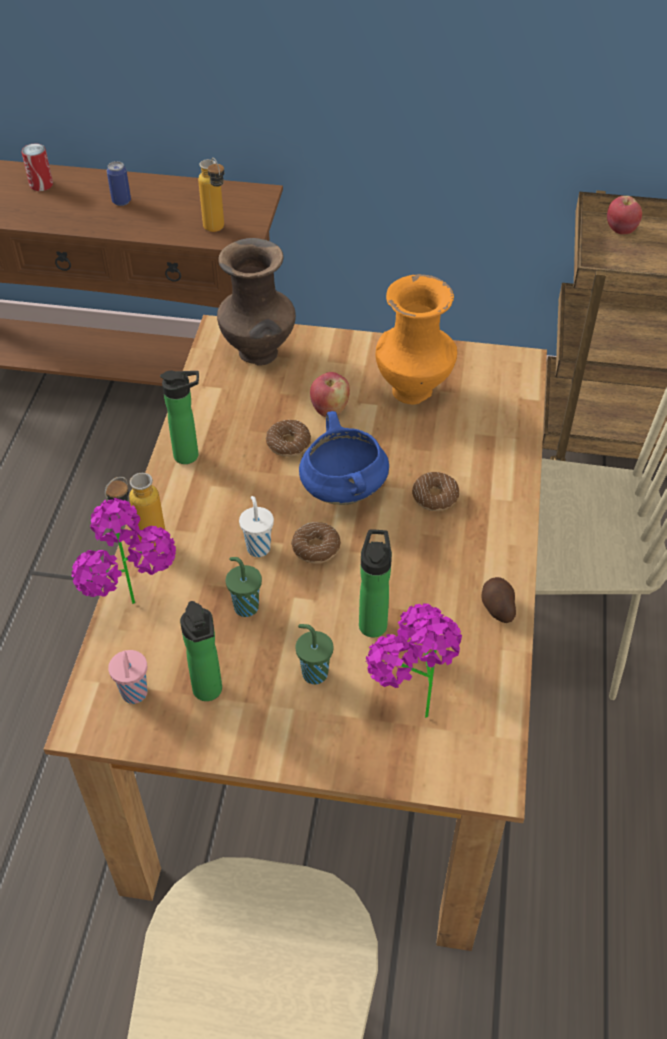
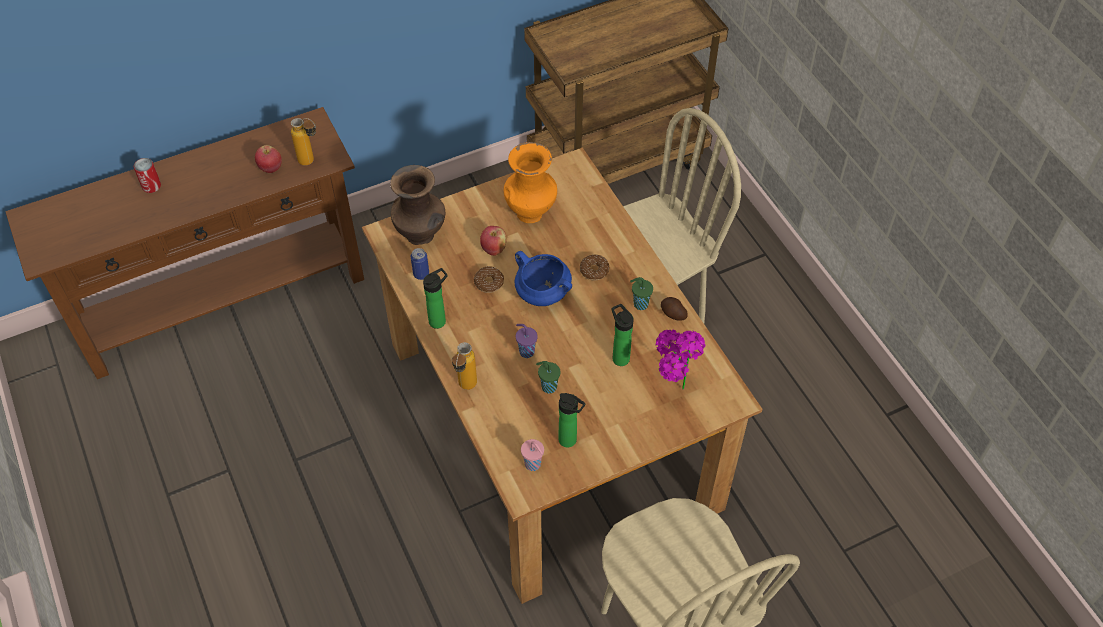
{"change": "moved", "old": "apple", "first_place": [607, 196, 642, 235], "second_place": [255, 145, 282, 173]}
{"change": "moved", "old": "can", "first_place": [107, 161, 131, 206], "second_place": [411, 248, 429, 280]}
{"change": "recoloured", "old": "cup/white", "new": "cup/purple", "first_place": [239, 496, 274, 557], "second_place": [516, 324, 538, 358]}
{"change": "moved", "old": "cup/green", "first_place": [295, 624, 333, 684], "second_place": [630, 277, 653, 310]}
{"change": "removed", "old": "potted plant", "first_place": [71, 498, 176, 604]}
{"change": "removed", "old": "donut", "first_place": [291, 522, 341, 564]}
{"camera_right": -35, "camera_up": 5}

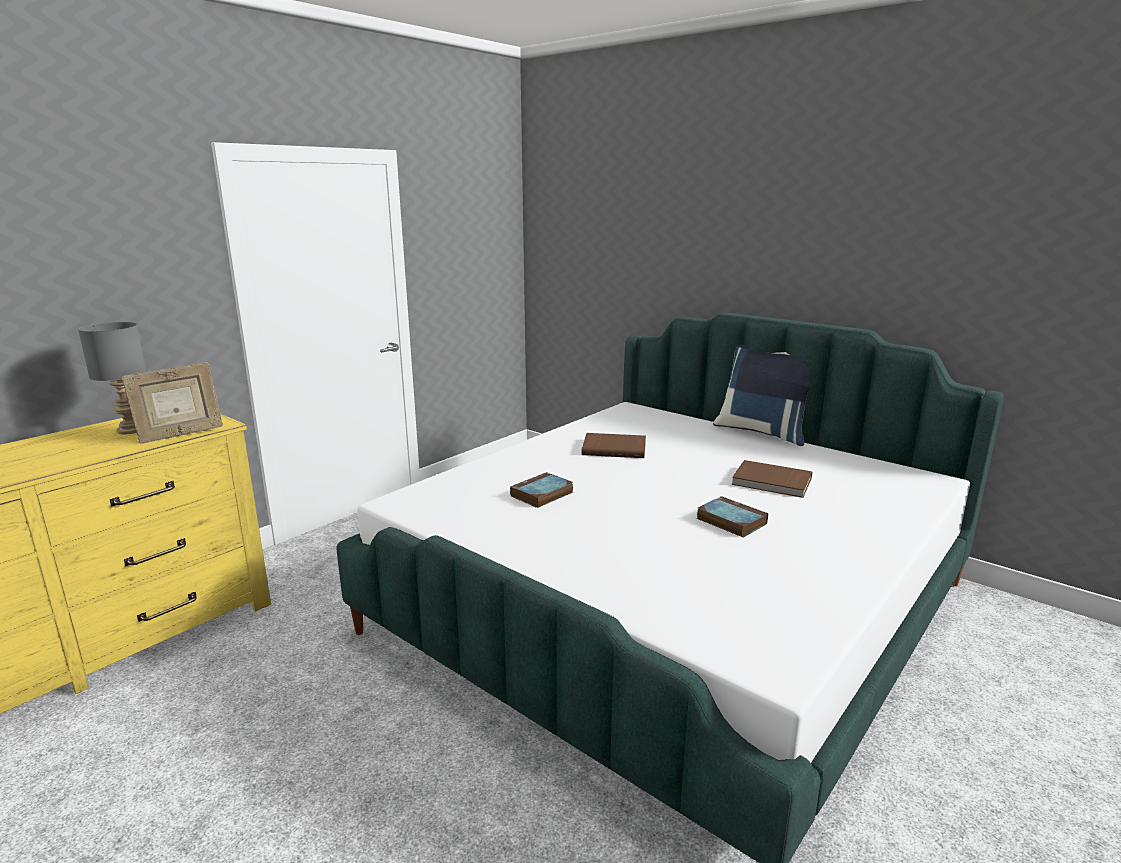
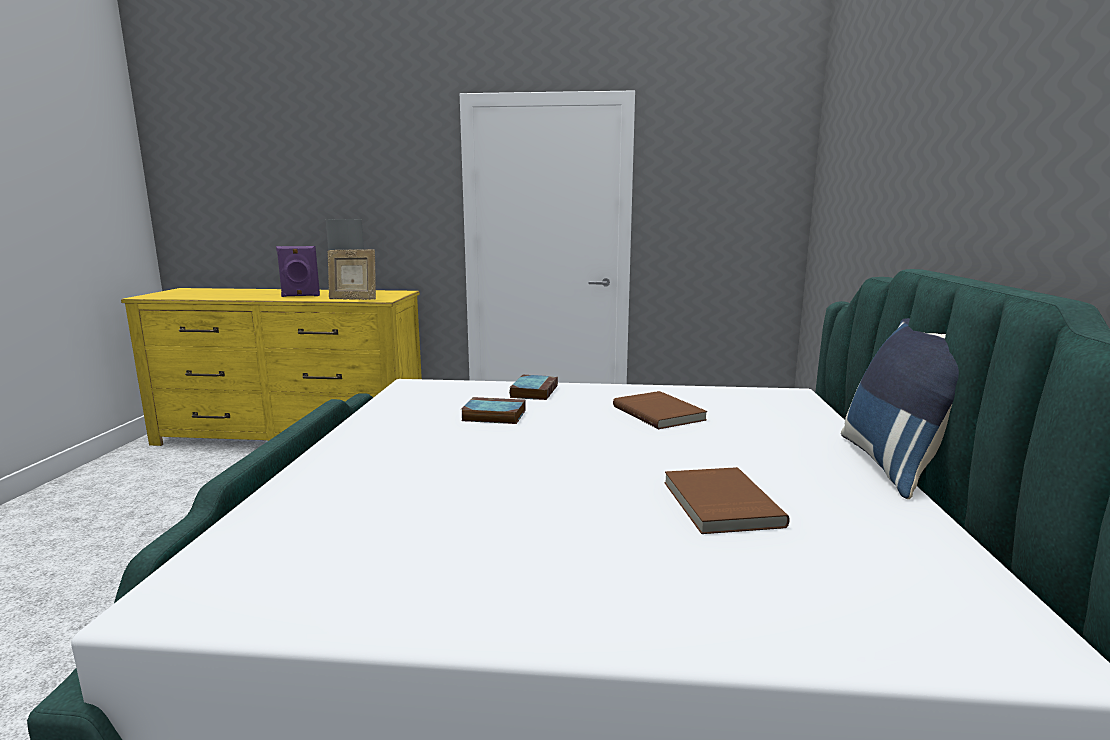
{"change": "added", "new": "speaker/purple", "second_place": [276, 246, 320, 297]}
{"change": "moved", "old": "book", "first_place": [696, 496, 768, 538], "second_place": [509, 375, 558, 400]}
{"camera_right": 55, "camera_up": -5}

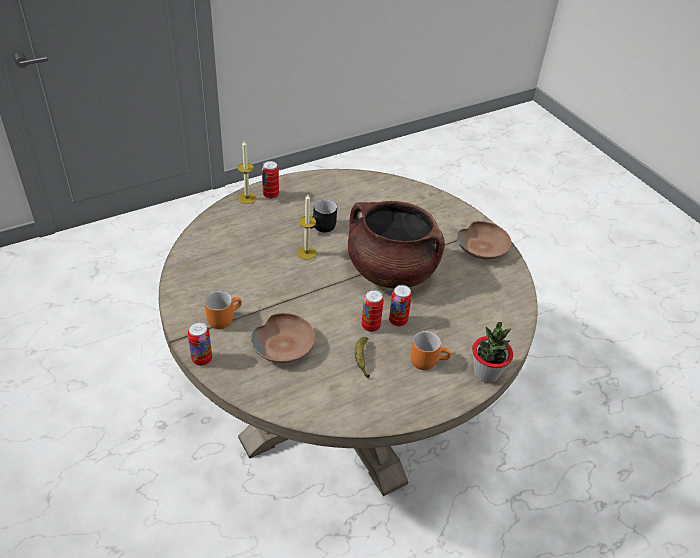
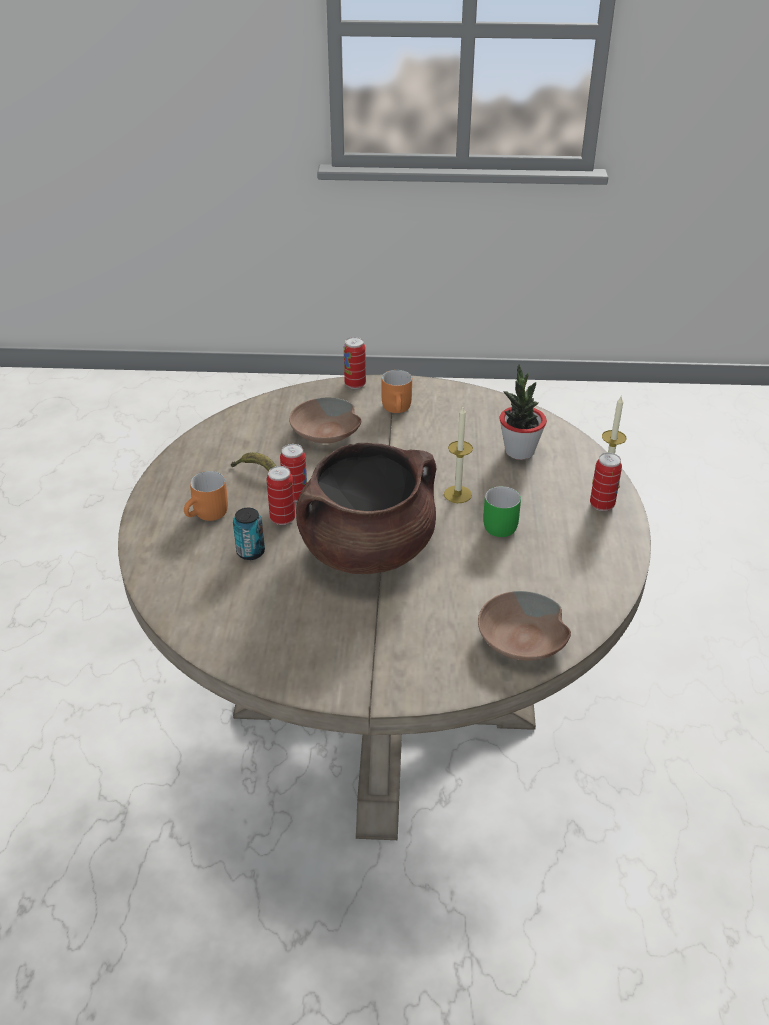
{"change": "added", "new": "can", "second_place": [233, 508, 265, 560]}
{"change": "moved", "old": "bowl/brown", "first_place": [457, 221, 511, 259], "second_place": [478, 591, 571, 661]}
{"change": "recoloured", "old": "mug/black", "new": "mug/green", "first_place": [310, 199, 337, 233], "second_place": [483, 486, 521, 537]}
{"change": "moved", "old": "potted plant", "first_place": [472, 322, 513, 383], "second_place": [499, 364, 547, 460]}
{"camera_right": 125, "camera_up": -5}

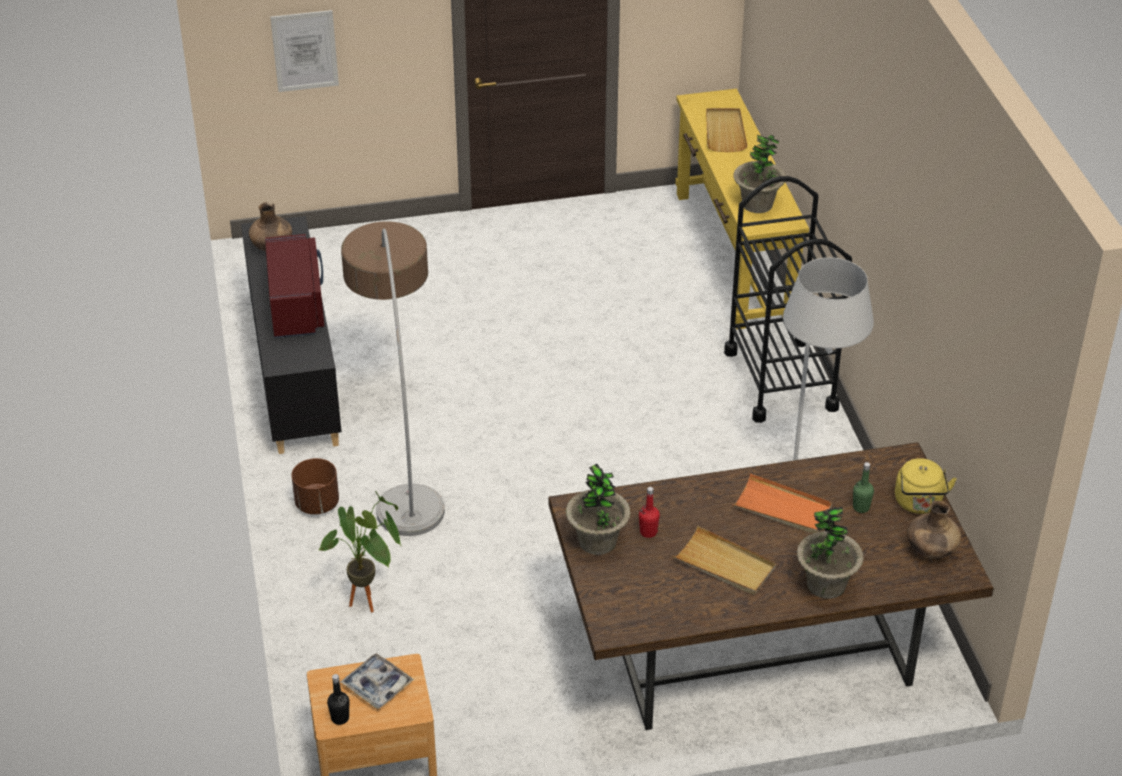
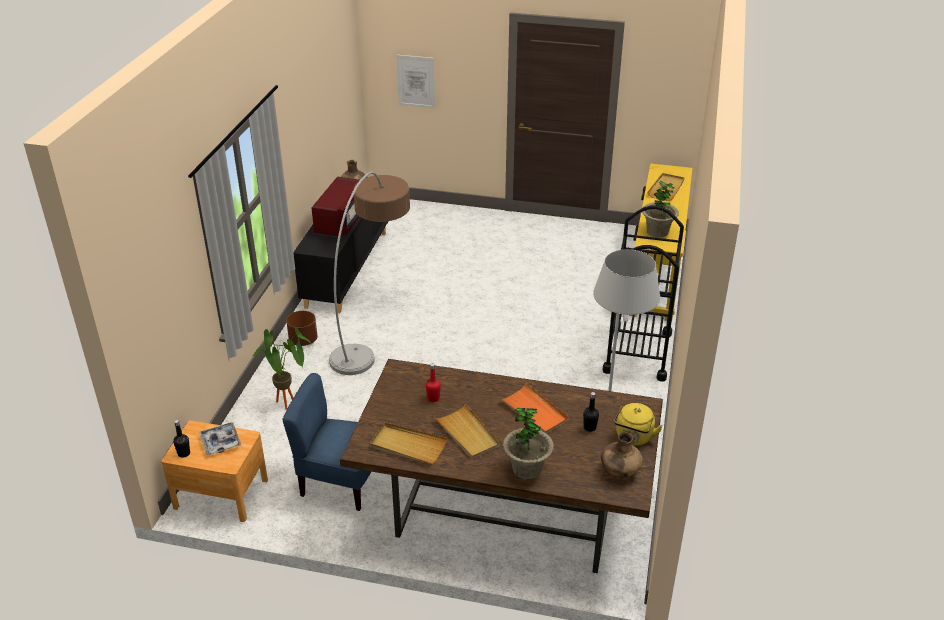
{"change": "added", "new": "chair/blue", "second_place": [282, 373, 371, 511]}
{"change": "added", "new": "tray/beige", "second_place": [370, 423, 447, 464]}
{"change": "recoloured", "old": "bottle/green", "new": "bottle/black", "first_place": [853, 462, 874, 513], "second_place": [583, 392, 599, 432]}
{"change": "removed", "old": "potted plant", "first_place": [566, 464, 631, 555]}
{"camera_right": 25, "camera_up": -5}

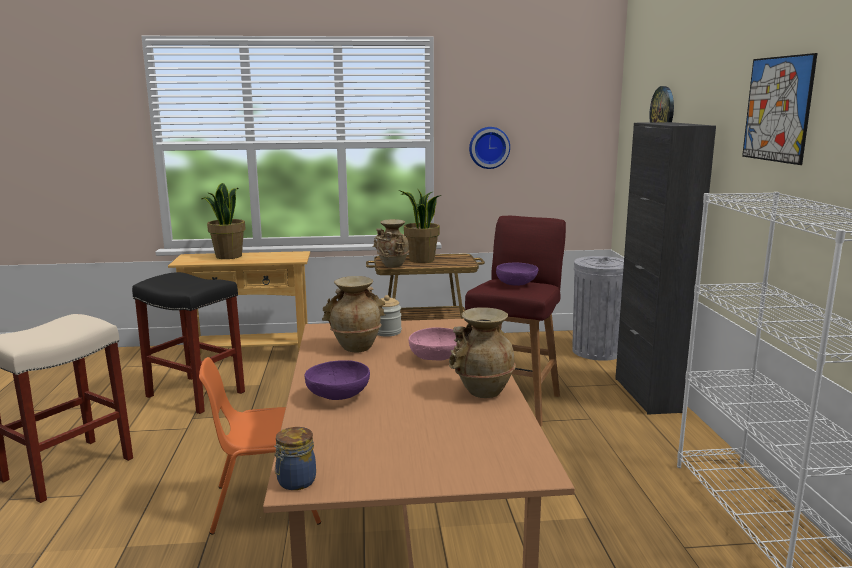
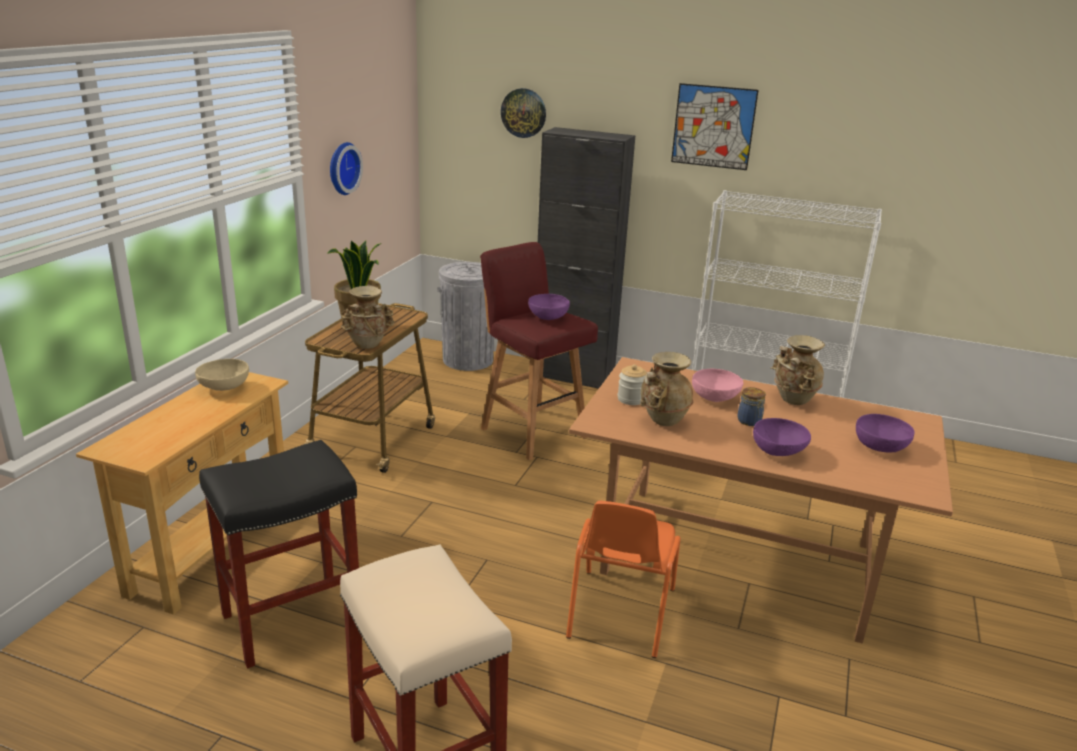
{"change": "added", "new": "bowl/beige", "second_place": [195, 359, 249, 391]}
{"change": "moved", "old": "jar", "first_place": [274, 427, 316, 490], "second_place": [737, 387, 766, 426]}
{"change": "added", "new": "bowl/purple", "second_place": [856, 414, 915, 453]}
{"change": "removed", "old": "potted plant", "first_place": [201, 183, 245, 259]}
{"camera_right": -65, "camera_up": 10}

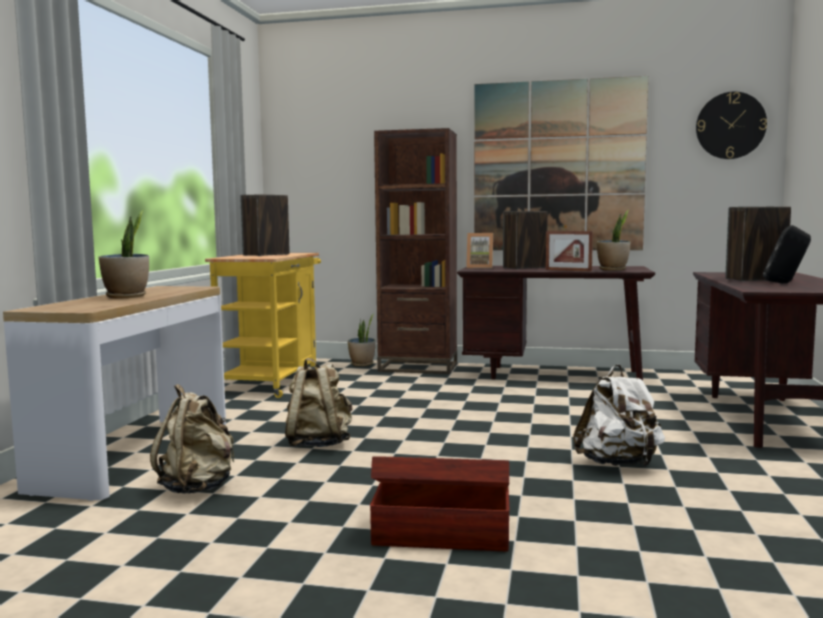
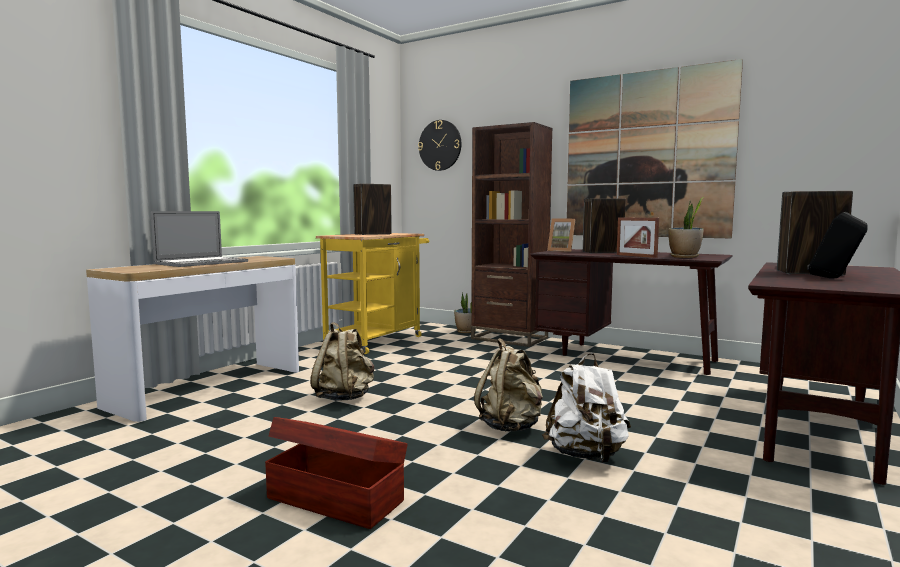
{"change": "replaced", "old": "potted plant", "new": "laptop", "first_place": [99, 210, 149, 299], "second_place": [151, 211, 248, 267]}
{"change": "moved", "old": "wall clock", "first_place": [696, 92, 767, 159], "second_place": [418, 120, 461, 171]}
{"change": "moved", "old": "backpack/beige", "first_place": [150, 384, 235, 494], "second_place": [474, 338, 543, 432]}
{"camera_right": 20, "camera_up": 0}

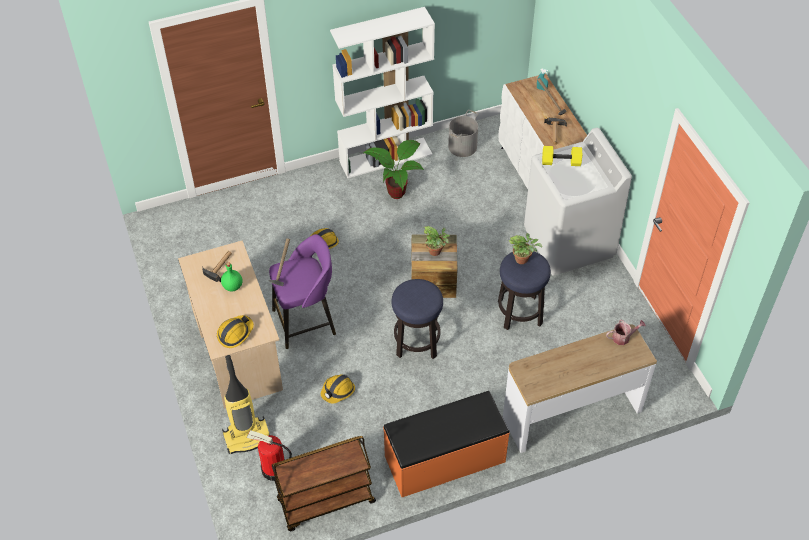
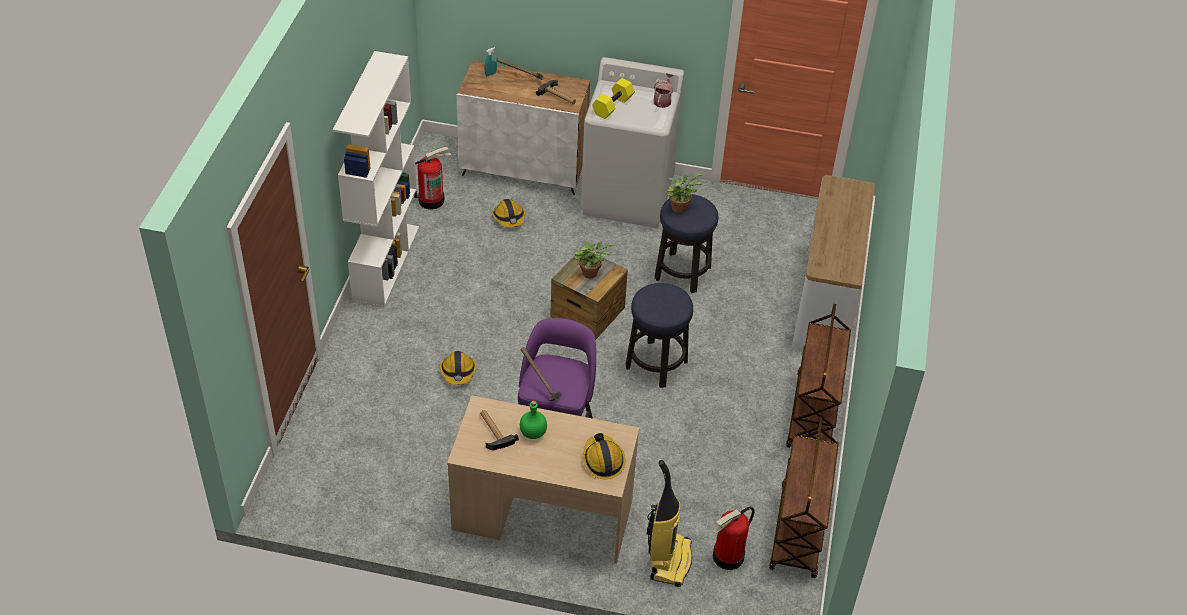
{"change": "replaced", "old": "bucket/grey", "new": "fire extinguisher", "first_place": [448, 110, 478, 157], "second_place": [414, 146, 452, 210]}
{"change": "moved", "old": "hard hat", "first_place": [321, 374, 355, 403], "second_place": [492, 199, 525, 228]}
{"change": "moved", "old": "watering can", "first_place": [606, 319, 646, 345], "second_place": [654, 73, 674, 108]}
{"change": "replaced", "old": "bench/orange", "new": "cart/brown", "first_place": [383, 391, 510, 497], "second_place": [786, 304, 851, 448]}
{"change": "removed", "old": "potted plant", "first_place": [364, 140, 424, 199]}
{"camera_right": -60, "camera_up": -5}

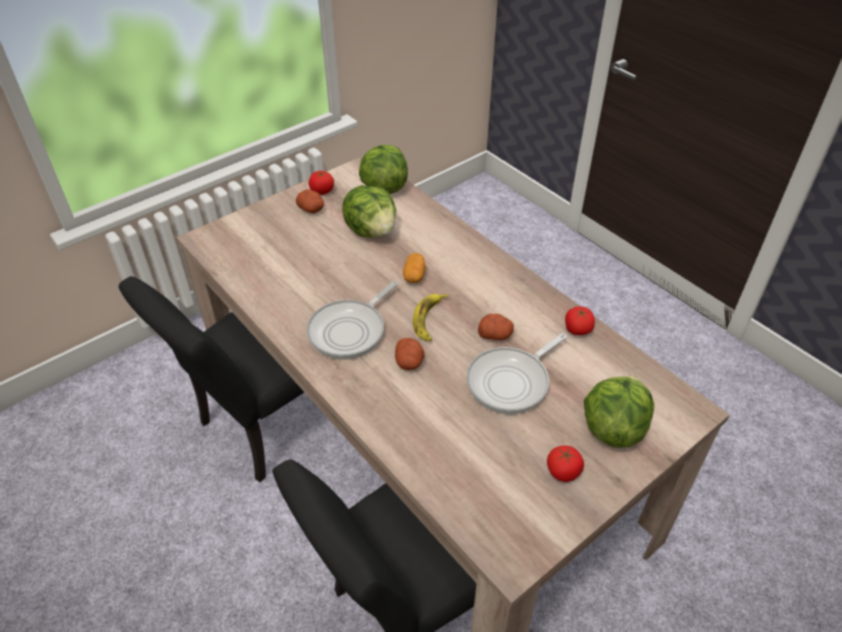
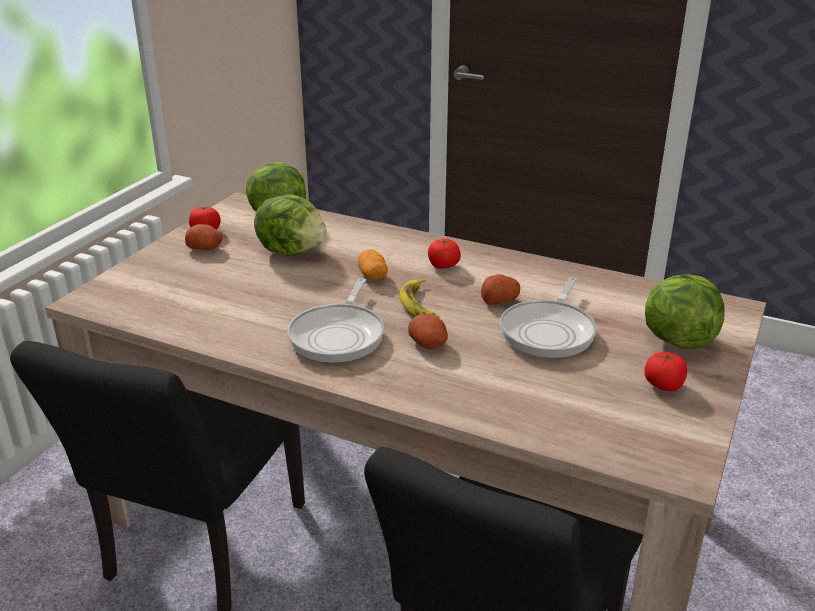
{"change": "moved", "old": "tomato", "first_place": [565, 306, 595, 335], "second_place": [428, 239, 461, 269]}
{"camera_right": -25, "camera_up": -15}

